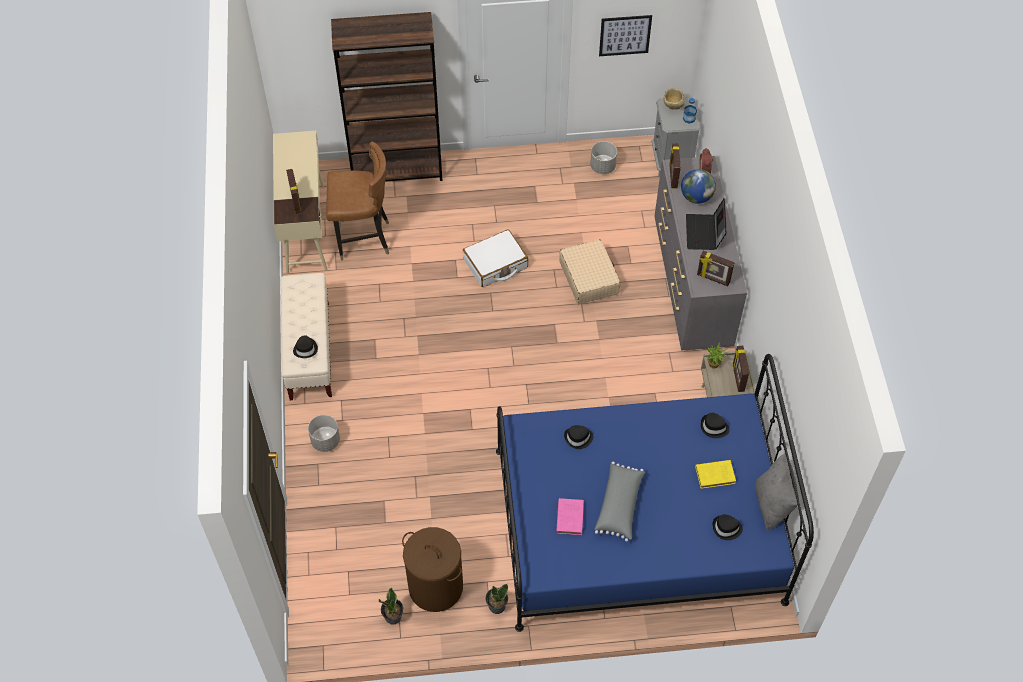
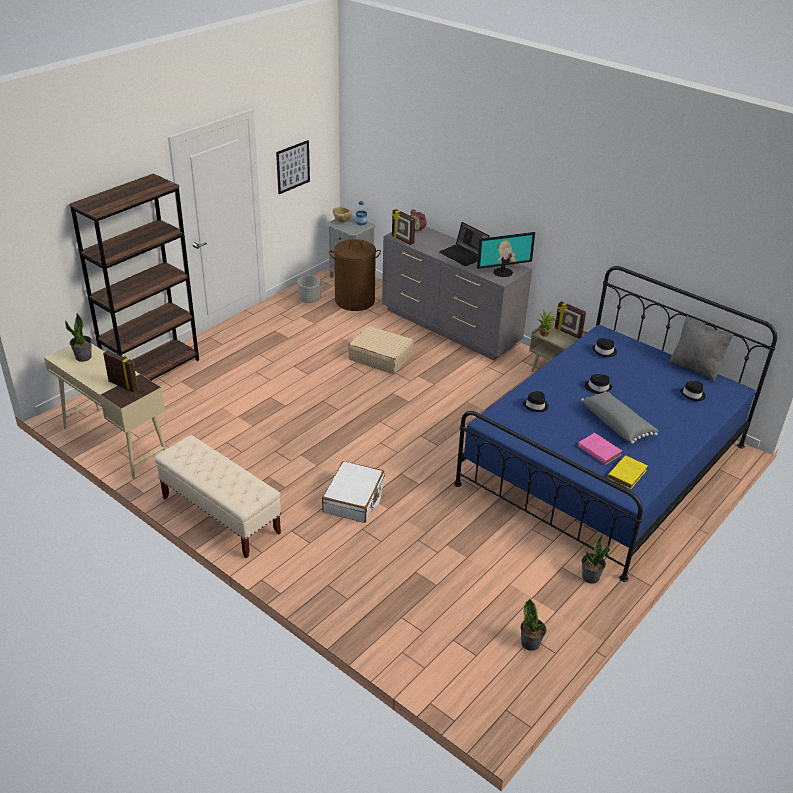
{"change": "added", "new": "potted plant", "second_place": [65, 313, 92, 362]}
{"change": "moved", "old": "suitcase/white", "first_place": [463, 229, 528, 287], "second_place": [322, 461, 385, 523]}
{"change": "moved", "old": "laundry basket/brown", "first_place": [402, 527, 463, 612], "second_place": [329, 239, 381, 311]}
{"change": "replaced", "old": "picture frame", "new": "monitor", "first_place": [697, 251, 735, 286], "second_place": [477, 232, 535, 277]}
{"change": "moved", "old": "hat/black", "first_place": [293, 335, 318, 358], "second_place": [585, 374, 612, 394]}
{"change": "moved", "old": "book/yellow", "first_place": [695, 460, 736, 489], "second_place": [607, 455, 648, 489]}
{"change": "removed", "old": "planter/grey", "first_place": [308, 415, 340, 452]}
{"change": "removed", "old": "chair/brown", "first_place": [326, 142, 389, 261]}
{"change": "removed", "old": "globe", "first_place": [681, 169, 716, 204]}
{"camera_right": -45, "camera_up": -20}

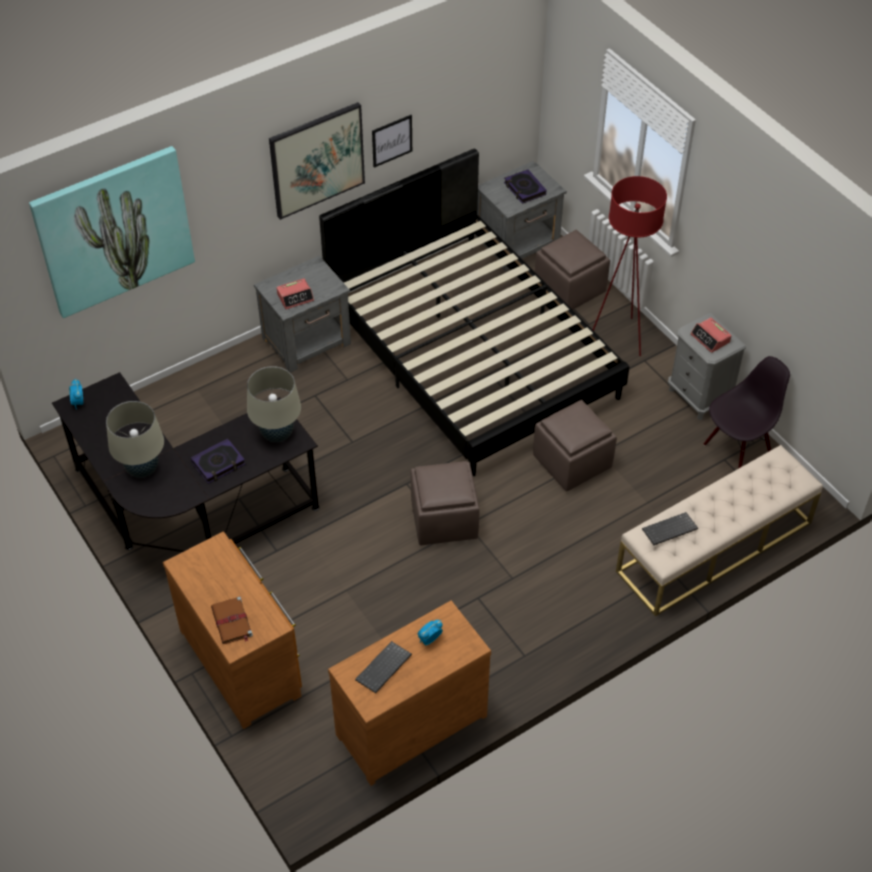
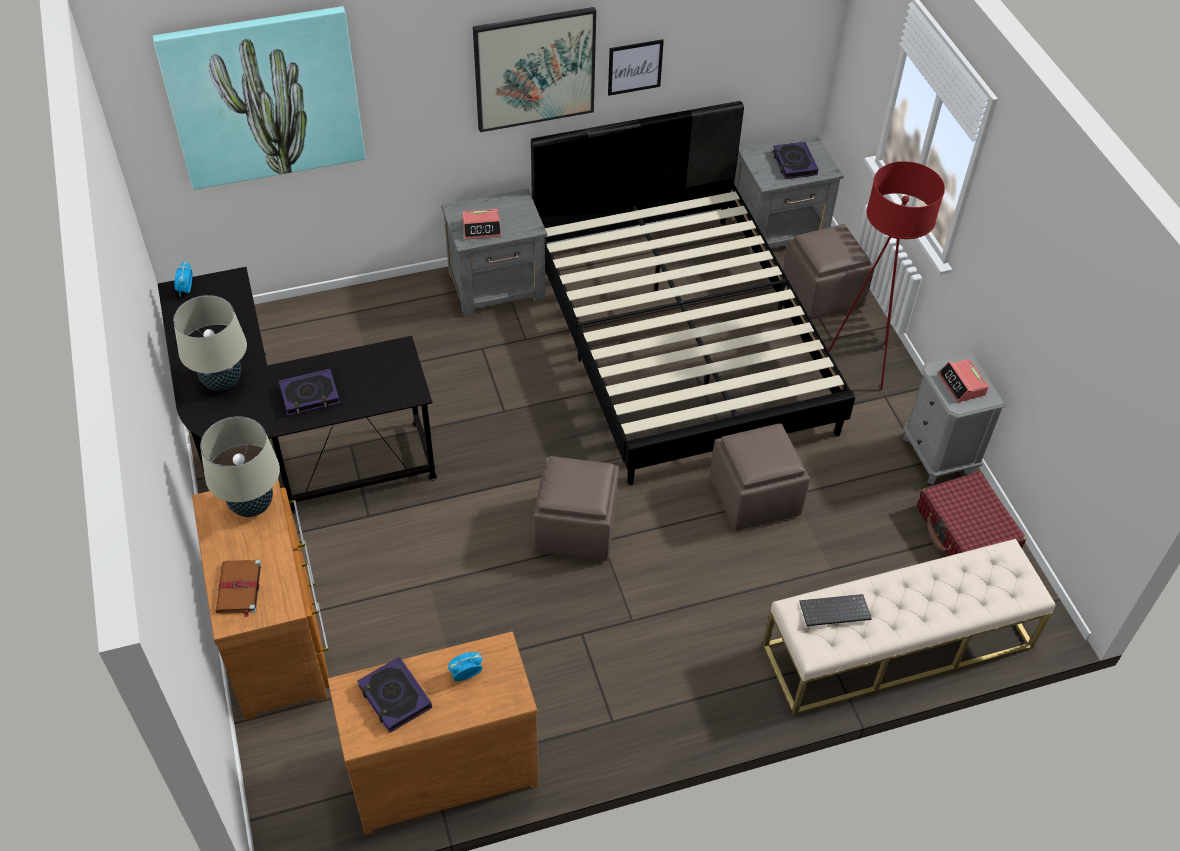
{"change": "moved", "old": "table lamp/beige", "first_place": [247, 366, 301, 442], "second_place": [200, 416, 280, 517]}
{"change": "replaced", "old": "keyboard", "new": "book", "first_place": [355, 641, 412, 693], "second_place": [357, 657, 432, 733]}
{"change": "replaced", "old": "chair/black", "new": "suitcase/red", "first_place": [703, 356, 790, 469], "second_place": [917, 472, 1026, 556]}
{"camera_right": 15, "camera_up": 0}

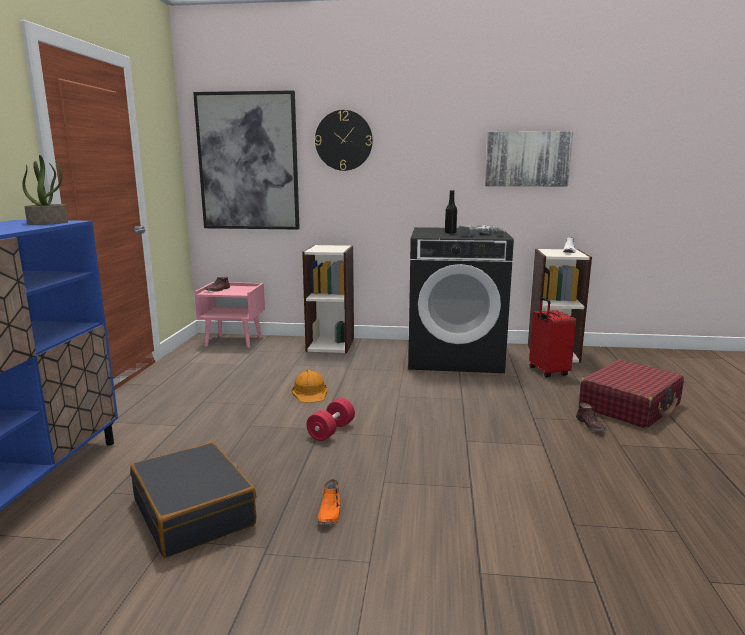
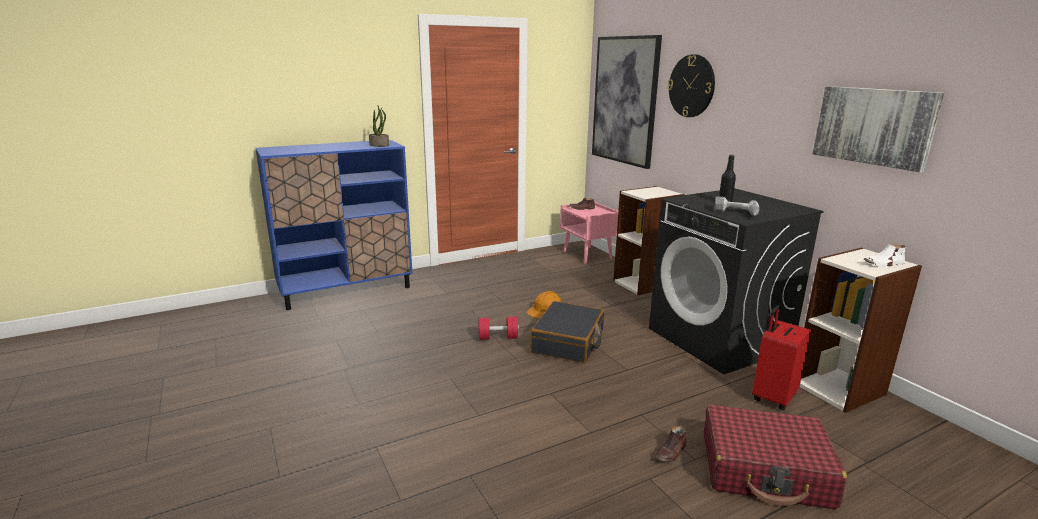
{"change": "moved", "old": "suitcase/black", "first_place": [130, 442, 256, 558], "second_place": [530, 301, 604, 363]}
{"change": "removed", "old": "shoe/orange", "first_place": [318, 479, 341, 525]}
{"camera_right": 55, "camera_up": 5}

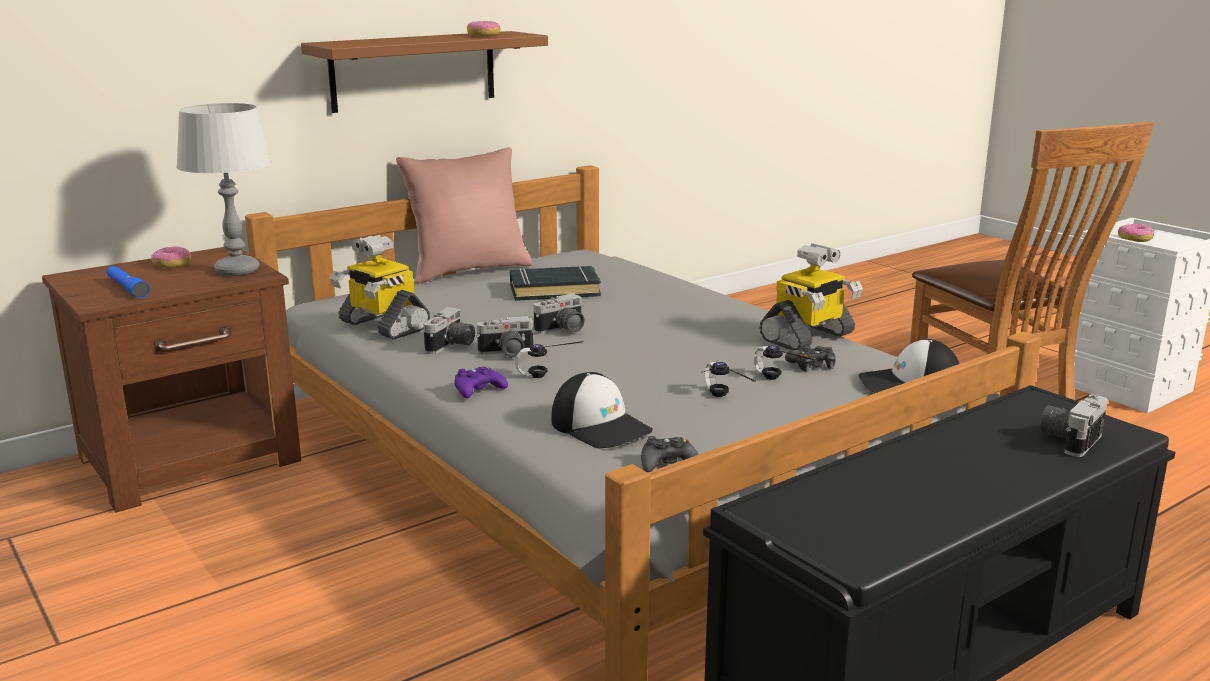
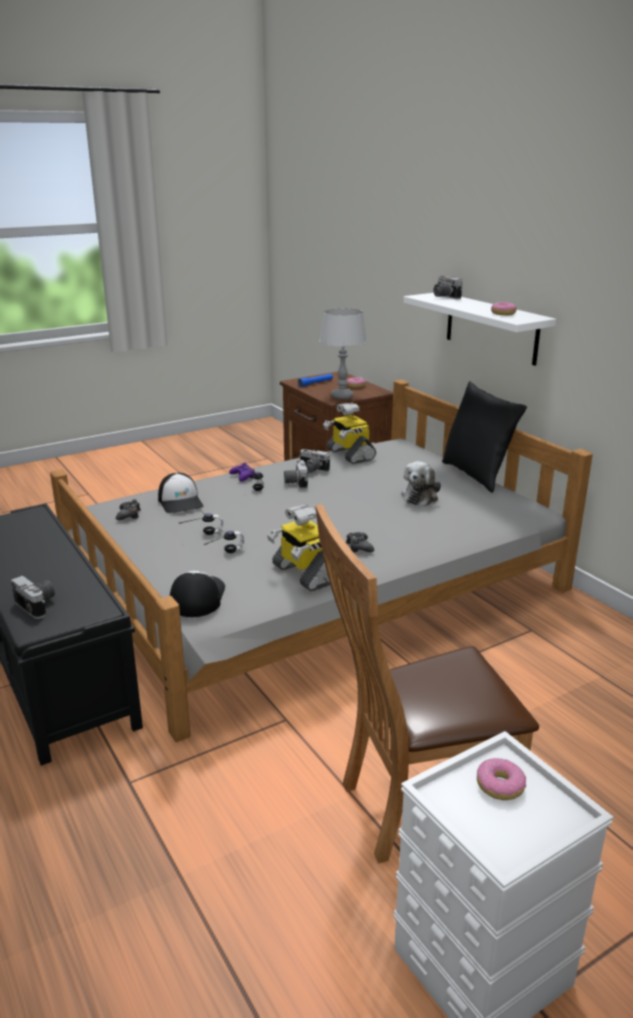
{"change": "turned", "old": "cap", "first_place": [551, 372, 653, 449], "second_place": [158, 473, 204, 513], "degrees": -75}
{"change": "turned", "old": "toy robot", "first_place": [330, 235, 430, 339], "second_place": [323, 402, 376, 464], "degrees": -75}
{"change": "moved", "old": "game controller/black", "first_place": [785, 346, 836, 371], "second_place": [346, 532, 374, 553]}
{"change": "replaced", "old": "book/black", "new": "plush toy", "first_place": [510, 265, 601, 301], "second_place": [401, 461, 441, 506]}
{"change": "recoloured", "old": "shelf/brown", "new": "shelf/white", "first_place": [301, 31, 548, 113], "second_place": [403, 293, 556, 366]}
{"change": "moved", "old": "photo camera", "first_place": [534, 293, 585, 334], "second_place": [434, 276, 463, 299]}
{"change": "recoloured", "old": "pillow/pink", "new": "pillow/black", "first_place": [396, 148, 532, 284], "second_place": [442, 381, 527, 493]}
{"camera_right": 95, "camera_up": 5}

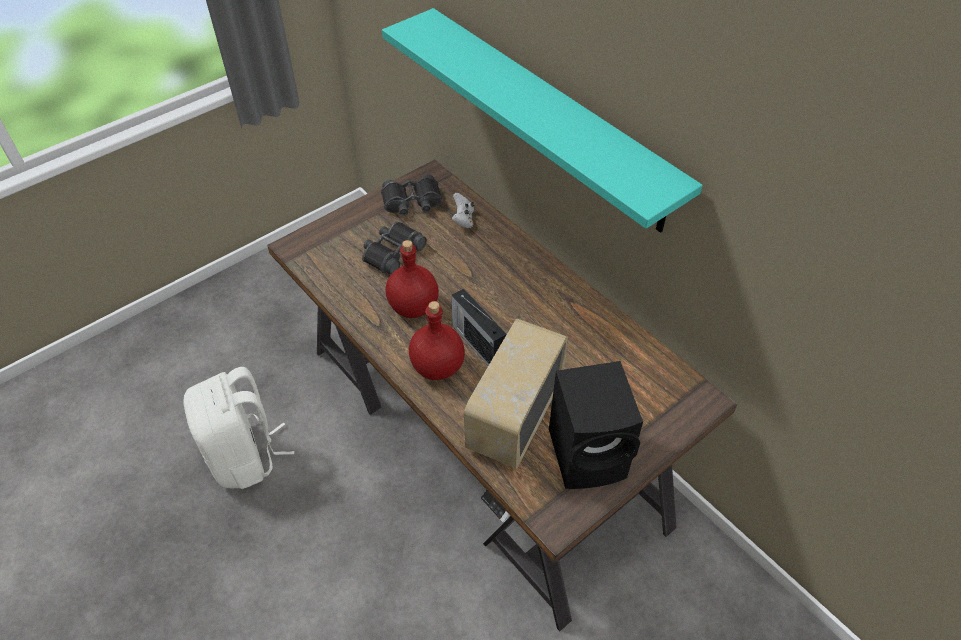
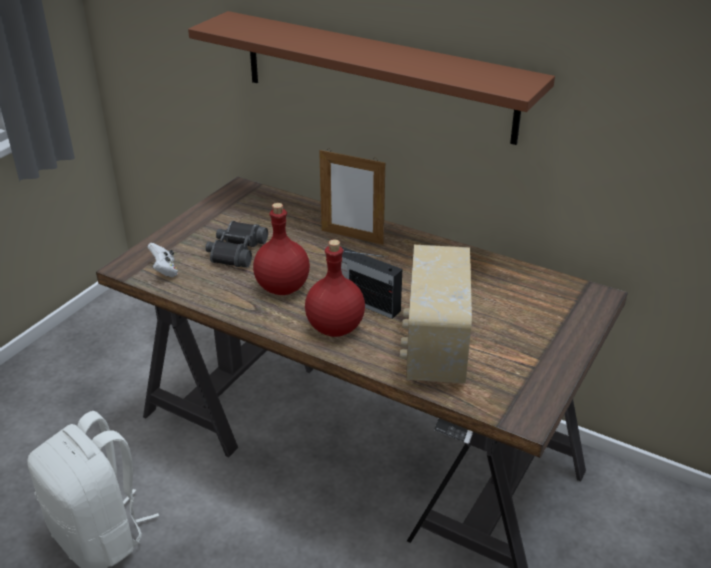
{"change": "moved", "old": "game controller/white", "first_place": [452, 193, 474, 228], "second_place": [148, 243, 178, 277]}
{"change": "recoloured", "old": "shelf/turquoise", "new": "shelf/brown", "first_place": [382, 8, 703, 233], "second_place": [188, 11, 555, 145]}
{"change": "added", "new": "picture frame", "second_place": [319, 149, 385, 245]}
{"change": "removed", "old": "binoculars/black", "first_place": [381, 174, 442, 216]}
{"change": "removed", "old": "speaker/black", "first_place": [549, 361, 643, 489]}
{"camera_right": -20, "camera_up": -15}

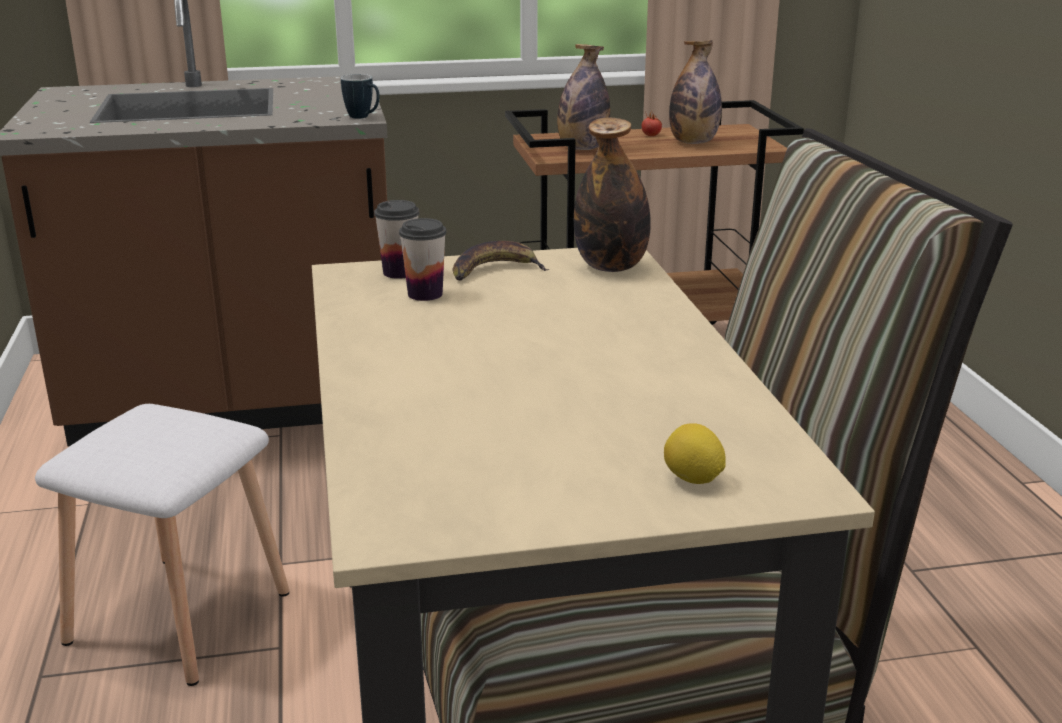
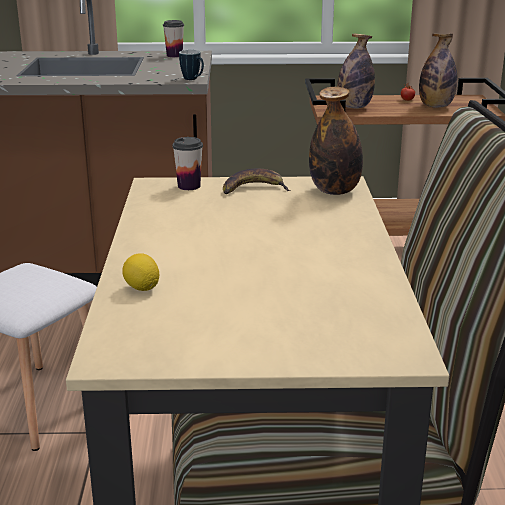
{"change": "moved", "old": "lemon", "first_place": [664, 423, 726, 484], "second_place": [122, 253, 160, 291]}
{"change": "moved", "old": "cup", "first_place": [399, 218, 446, 301], "second_place": [163, 20, 184, 57]}
{"camera_right": 10, "camera_up": 0}

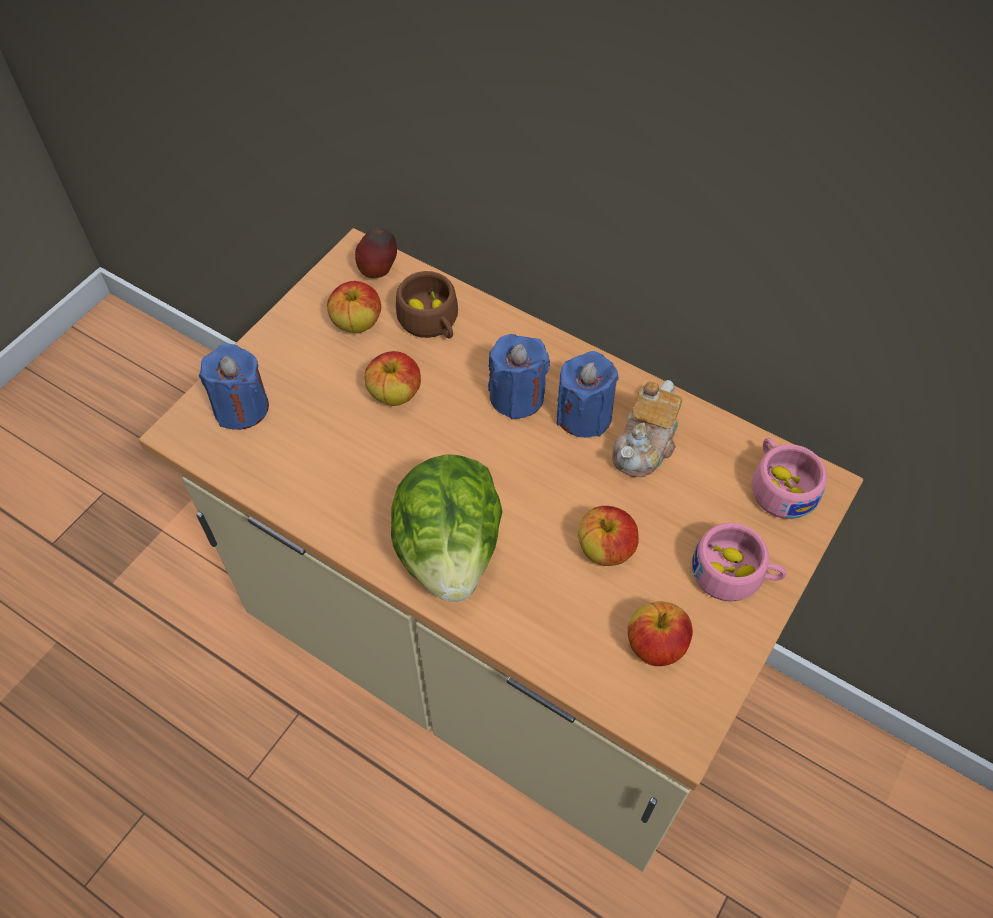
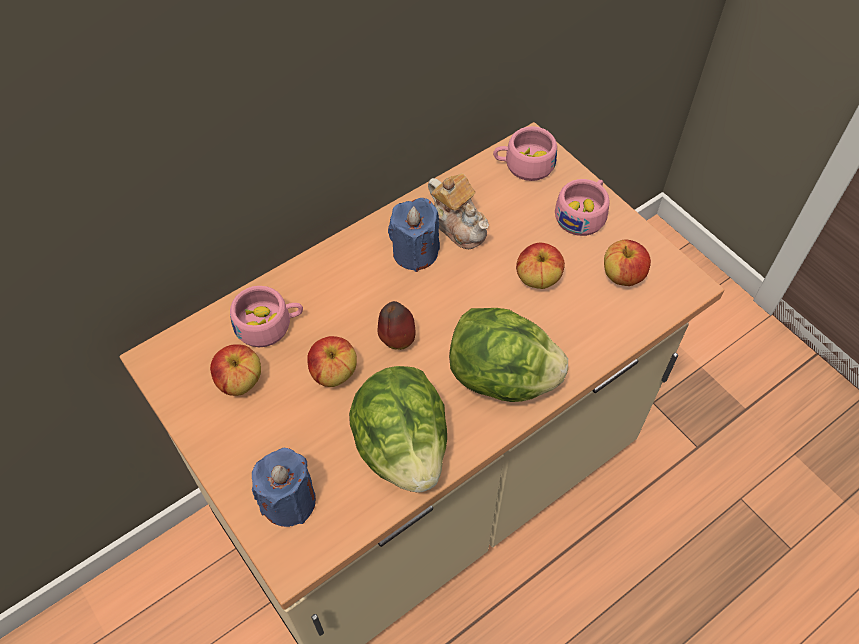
{"change": "recoloured", "old": "cup/brown", "new": "cup/pink", "first_place": [396, 271, 458, 338], "second_place": [230, 286, 303, 347]}
{"change": "added", "new": "lettuce", "second_place": [349, 366, 447, 492]}
{"change": "moved", "old": "apple", "first_place": [355, 228, 397, 278], "second_place": [378, 301, 416, 350]}
{"change": "removed", "old": "candle/blue", "first_place": [488, 334, 550, 420]}
{"camera_right": -70, "camera_up": 0}

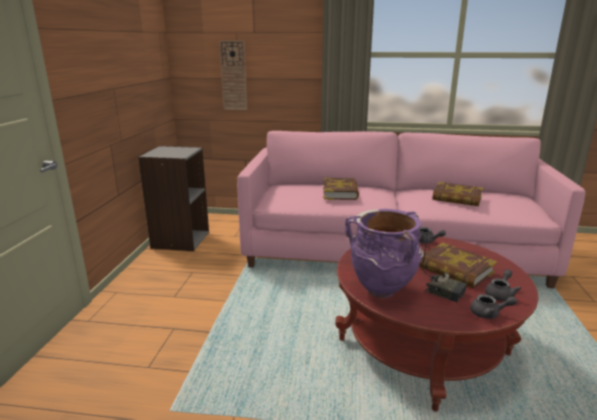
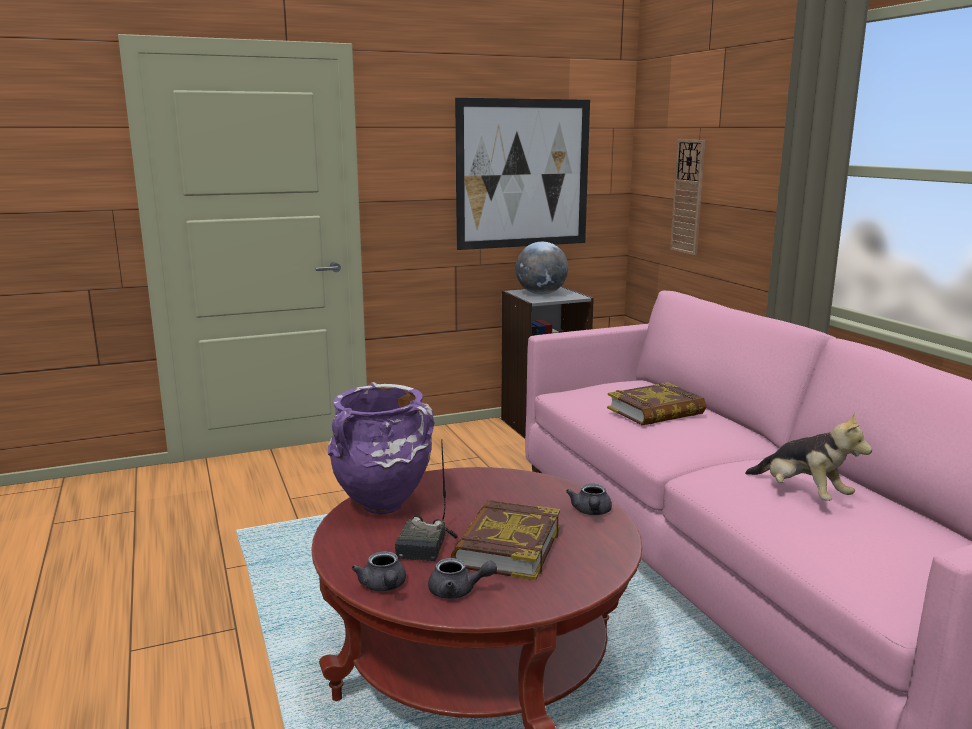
{"change": "added", "new": "picture", "second_place": [455, 98, 590, 250]}
{"change": "added", "new": "globe", "second_place": [516, 242, 568, 295]}
{"change": "replaced", "old": "book", "new": "plush toy", "first_place": [433, 182, 483, 206], "second_place": [745, 413, 872, 501]}
{"camera_right": 60, "camera_up": -5}

